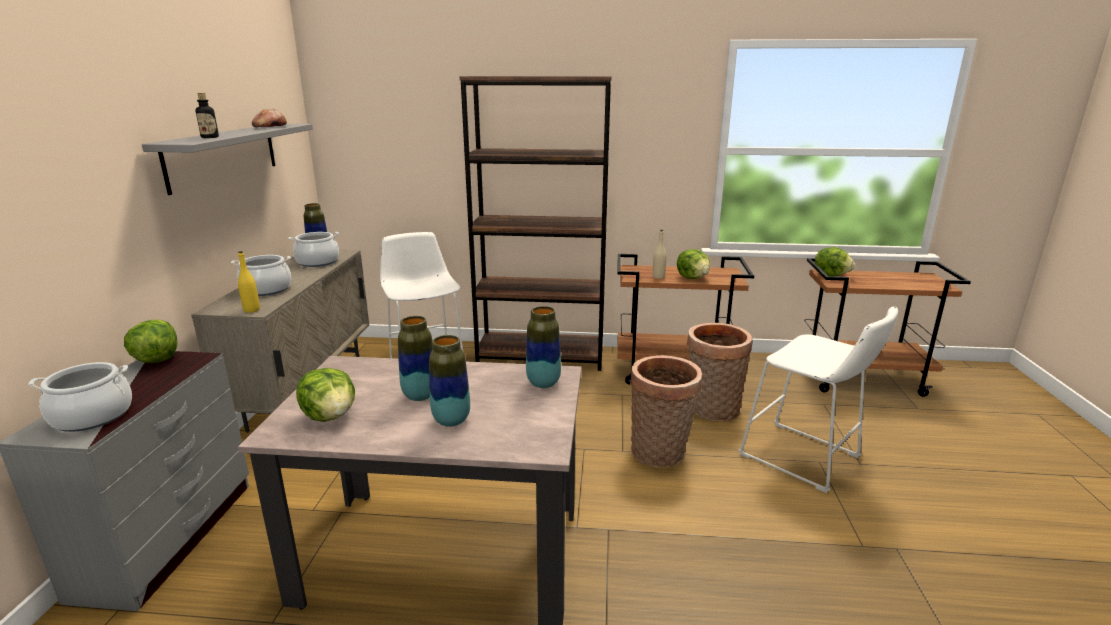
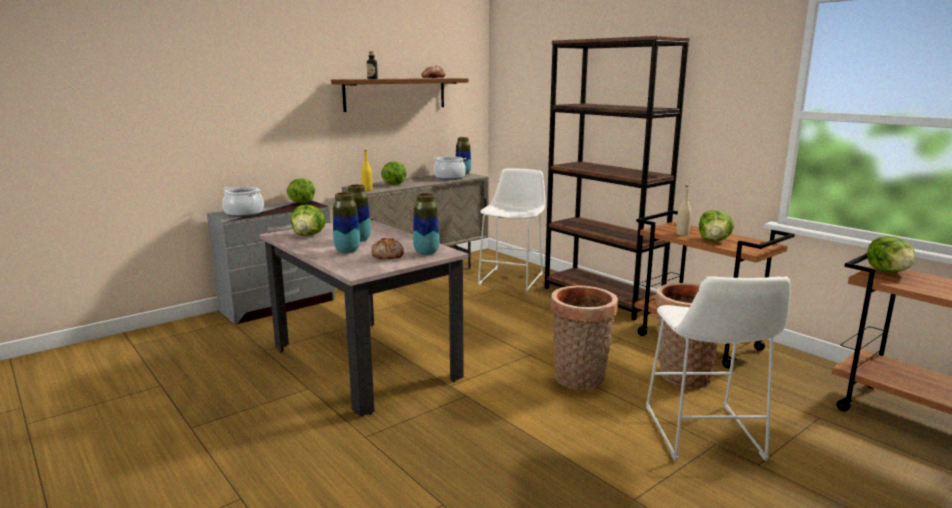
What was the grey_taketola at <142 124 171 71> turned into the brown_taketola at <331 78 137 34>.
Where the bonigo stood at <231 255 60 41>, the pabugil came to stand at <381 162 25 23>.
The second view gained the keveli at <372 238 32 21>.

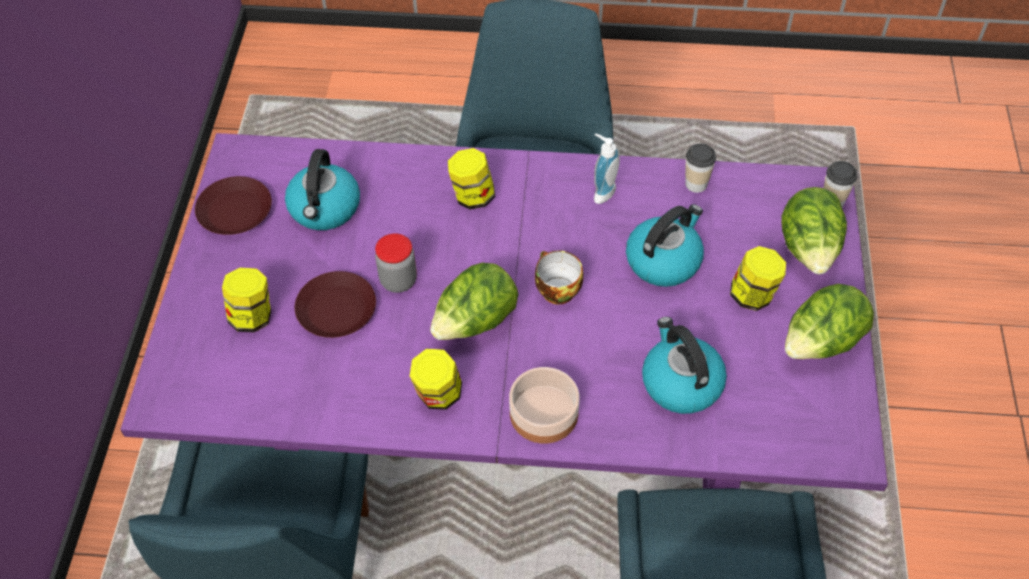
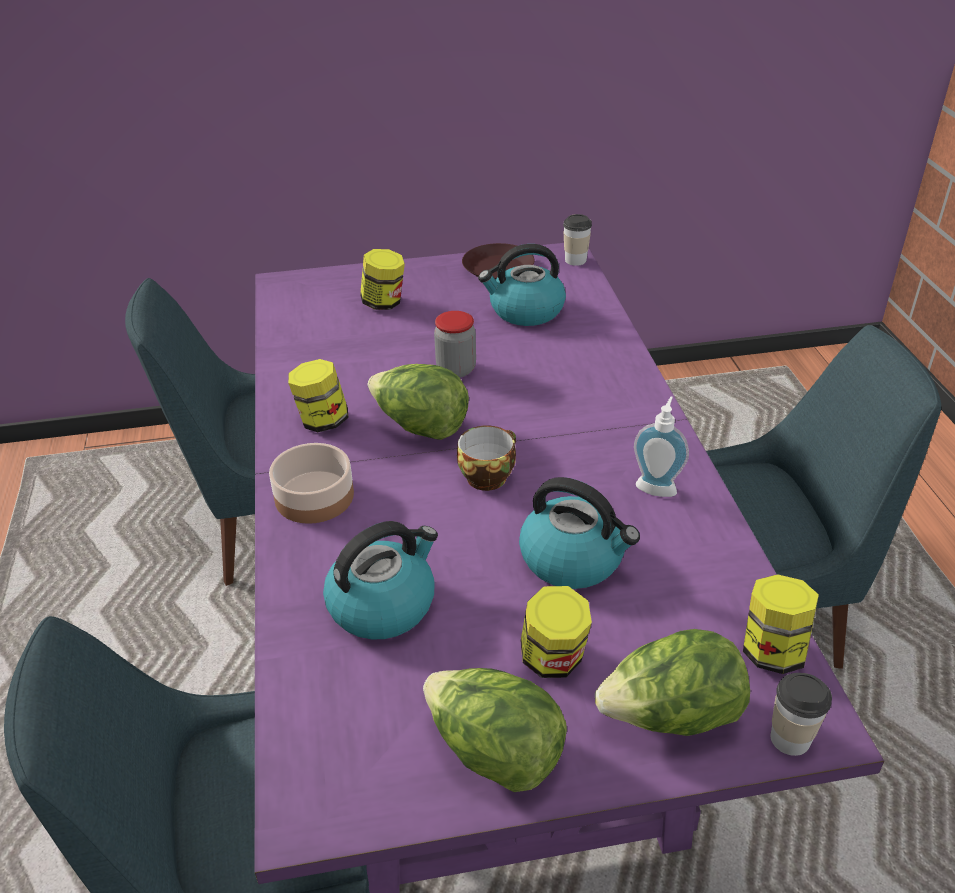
The second view lost the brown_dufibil at <295 271 81 67>.
The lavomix ended up elsewhere, having gone from <448 148 47 62> to <743 574 76 100>.
The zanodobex ended up elsewhere, having gone from <685 143 31 50> to <563 214 29 52>.

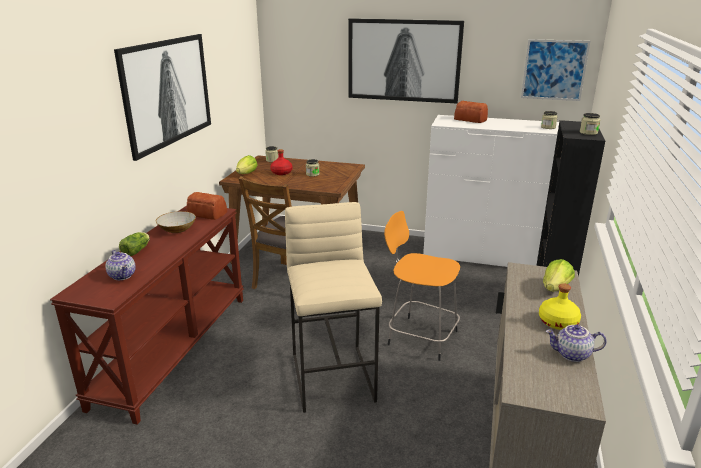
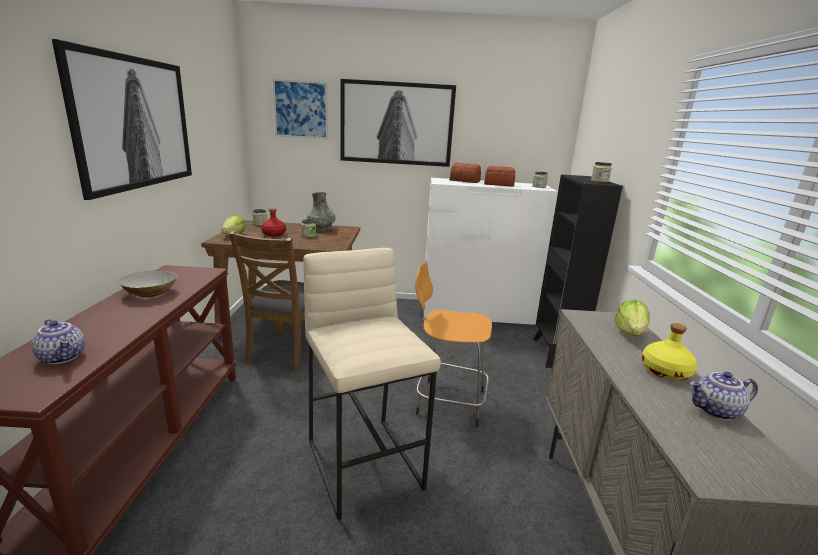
The second view lost the pabugil at <119 232 31 24>.
The keveli ended up elsewhere, having gone from <187 192 40 28> to <484 166 31 21>.
The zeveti ended up elsewhere, having gone from <521 39 69 62> to <273 79 55 60>.
The second view gained the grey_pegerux at <307 192 29 39>.

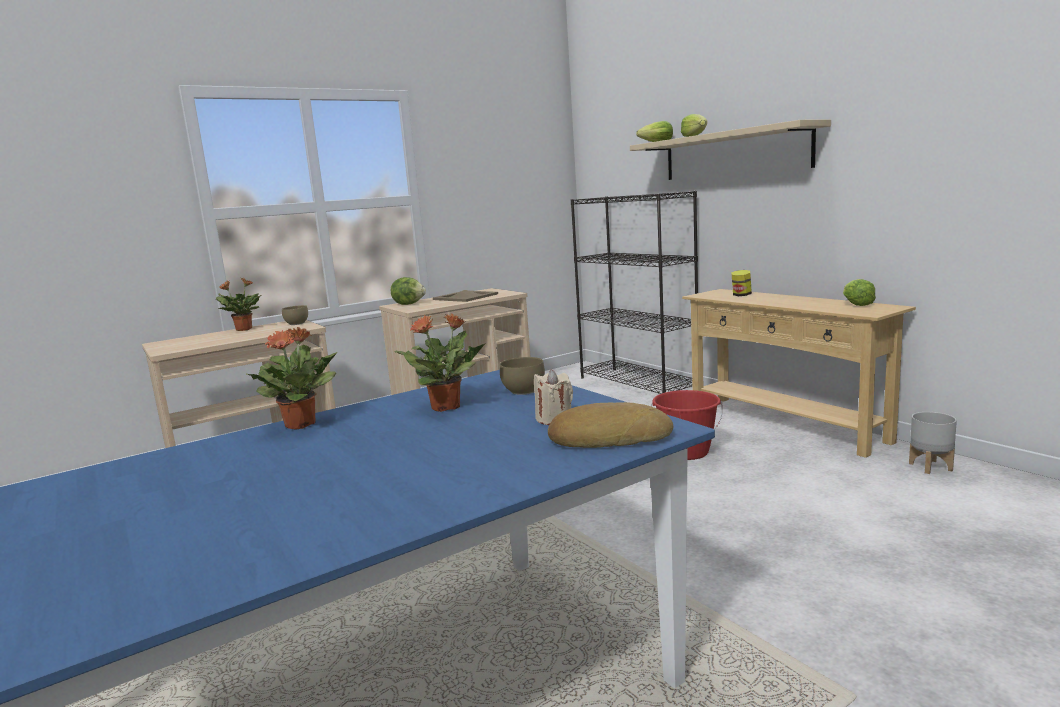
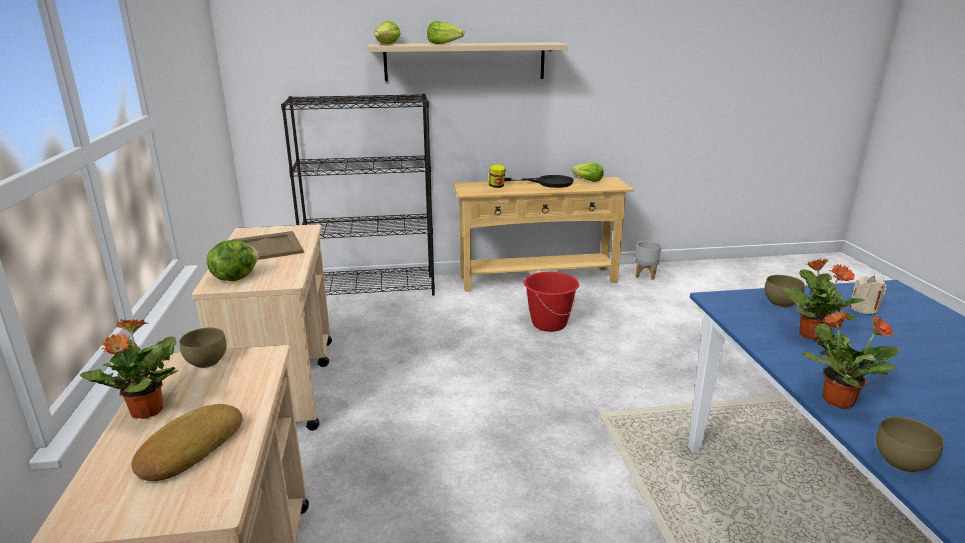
The keveli ended up elsewhere, having gone from <548 402 126 46> to <131 404 112 77>.
The second view gained the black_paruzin at <504 175 70 13>.
The second view gained the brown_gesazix at <876 417 68 56>.

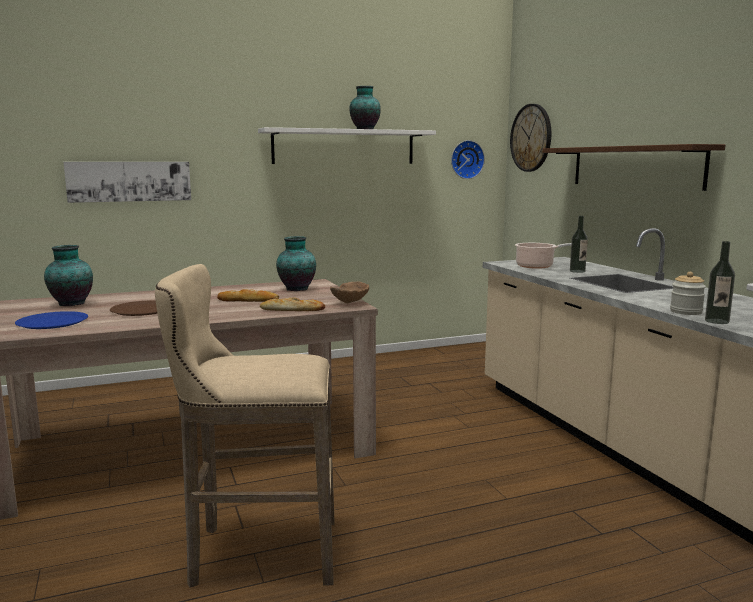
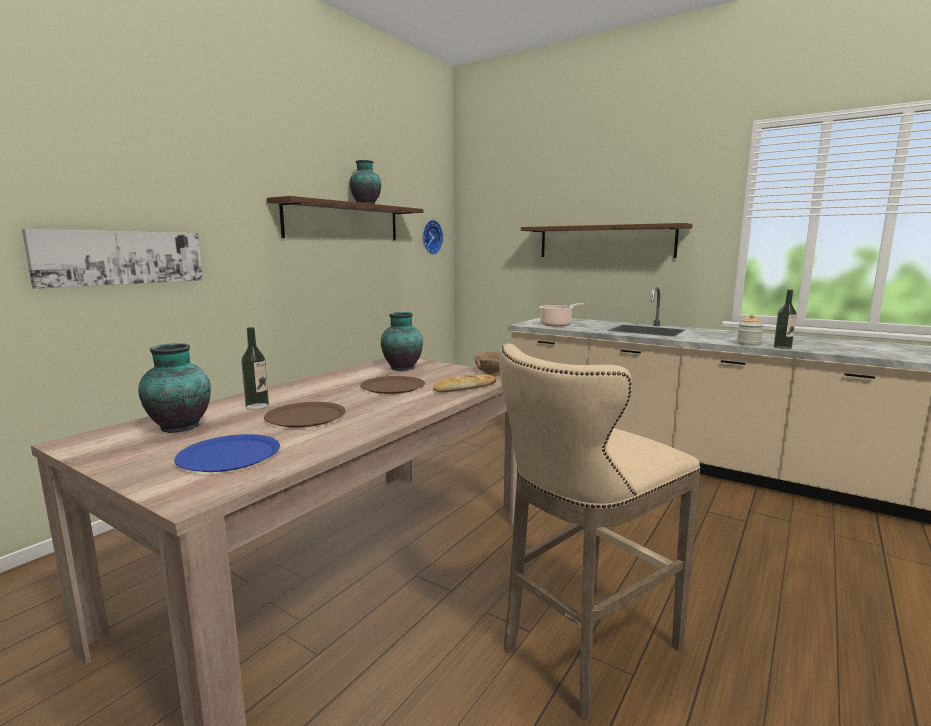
Where the keveli stood at <217 289 62 13>, the brown_dufibil came to stand at <360 376 65 18>.
What was the white_taketola at <258 127 178 37> turned into the brown_taketola at <267 196 156 44>.
The second view lost the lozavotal at <510 104 41 68>.
The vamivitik ended up elsewhere, having gone from <570 216 18 57> to <241 327 28 83>.

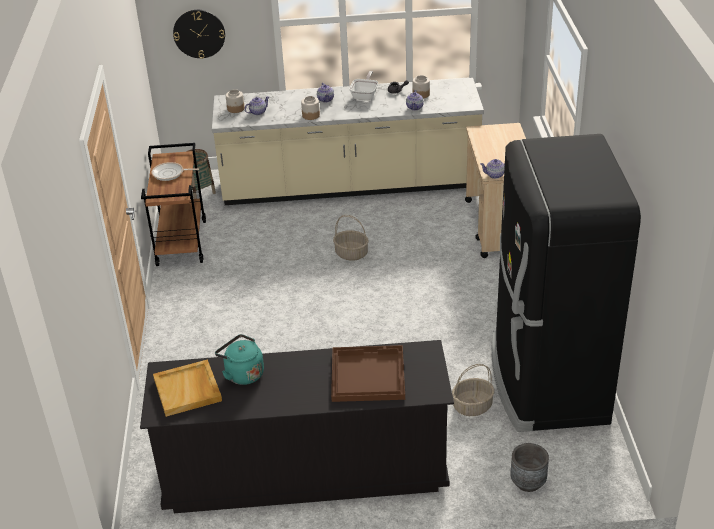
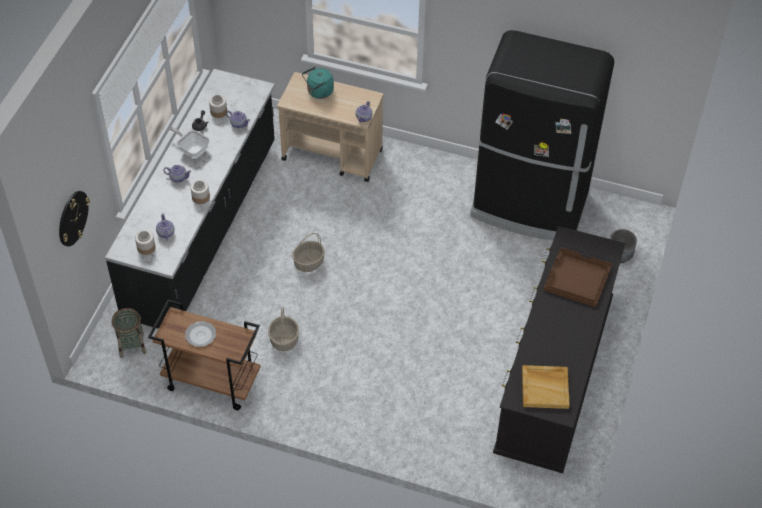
Where the paruzin stood at <151 162 48 19>, the dufibil came to stand at <185 321 31 26>.
What was the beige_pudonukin at <212 78 272 127> turned into the black_pudonukin at <105 69 170 260>.
The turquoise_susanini ended up elsewhere, having gone from <215 334 49 51> to <302 67 32 32>.
The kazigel ended up elsewhere, having gone from <452 364 42 52> to <268 307 31 44>.

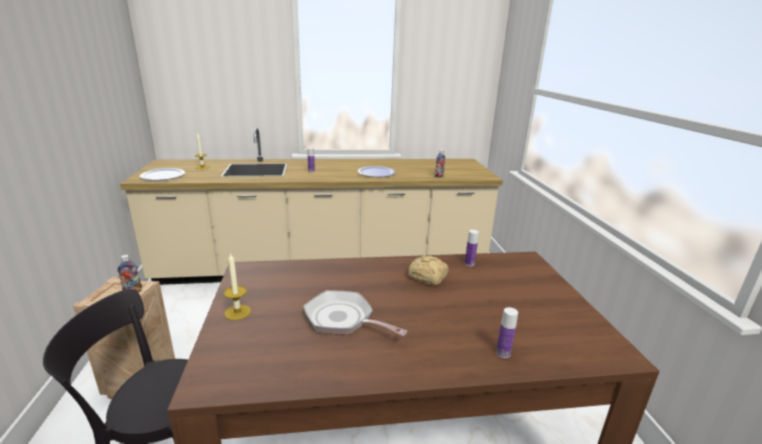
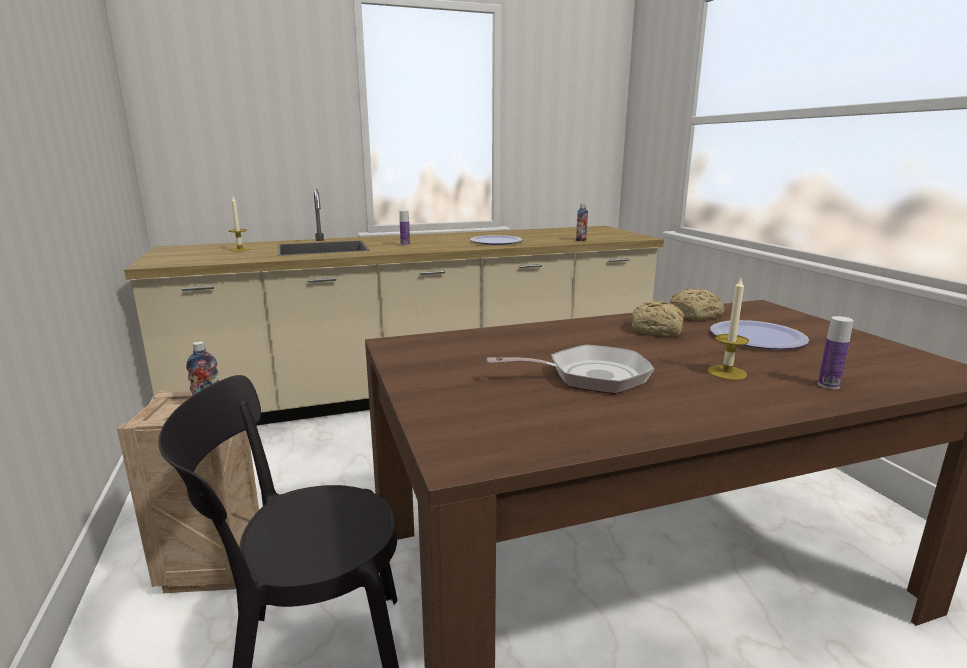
The dufibil ended up elsewhere, having gone from <140 168 45 12> to <710 320 99 29>.
The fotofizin ended up elsewhere, having gone from <224 252 27 68> to <708 278 41 102>.
The paruzin at <303 290 105 46> ended up facing another way, 150 degrees clockwise from before.
Where the vamivitik stood at <465 230 14 36>, the keveli came to stand at <669 288 56 33>.

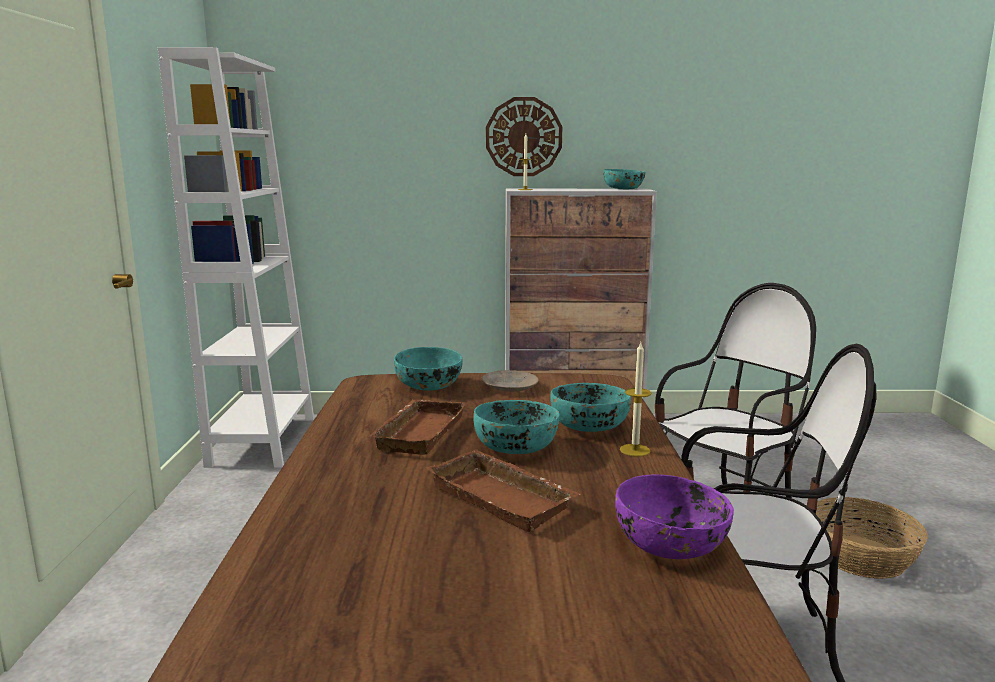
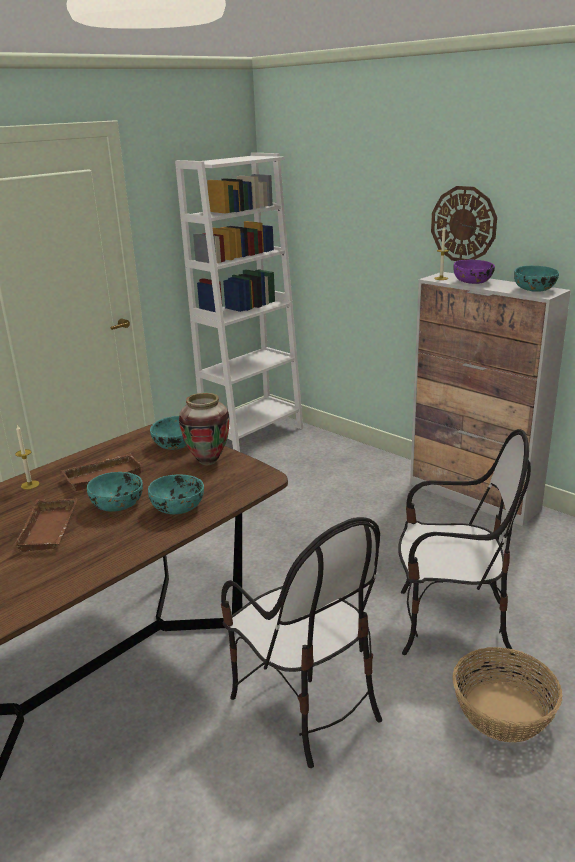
Where the beige_dufibil stood at <482 370 57 22>, the pegerux came to stand at <179 393 51 72>.
The purple_gesazix ended up elsewhere, having gone from <615 474 119 85> to <453 260 42 24>.
The fotofizin ended up elsewhere, having gone from <620 343 31 114> to <15 425 24 65>.

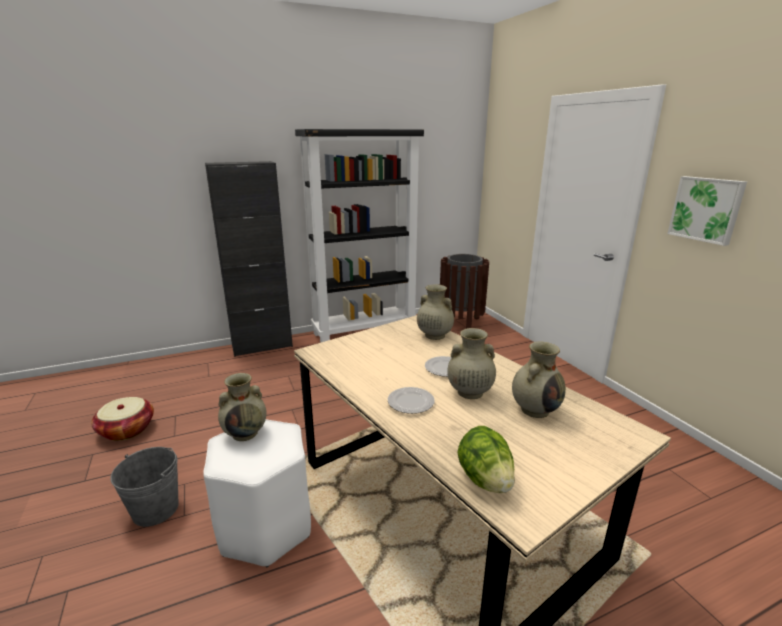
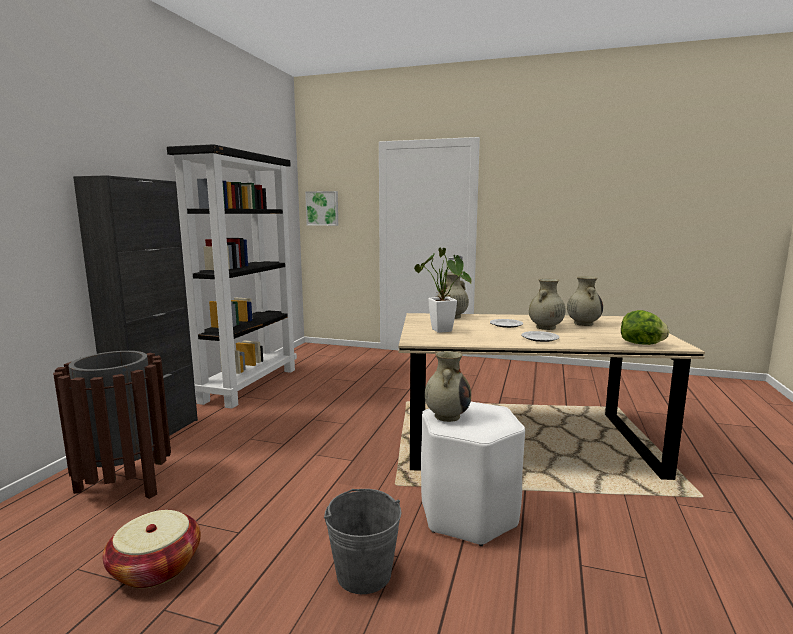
The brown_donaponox ended up elsewhere, having gone from <440 254 49 75> to <53 351 118 148>.
The zeveti ended up elsewhere, having gone from <667 176 80 70> to <305 191 33 35>.
The second view gained the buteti at <414 248 58 85>.

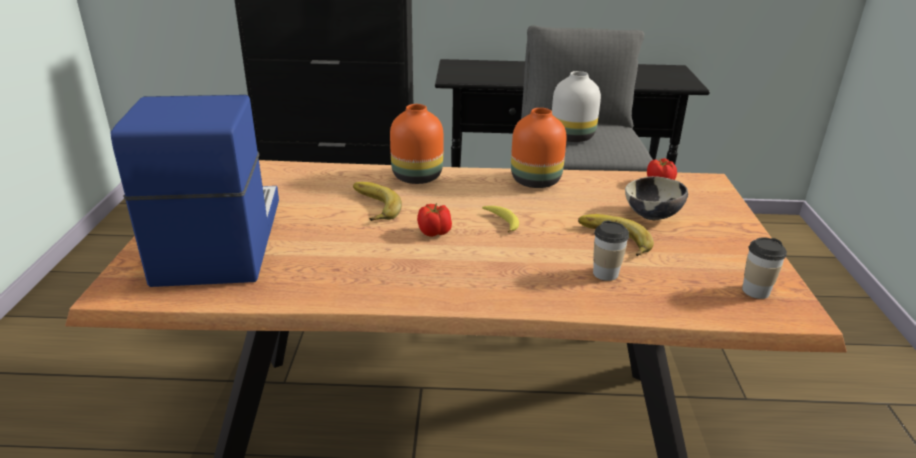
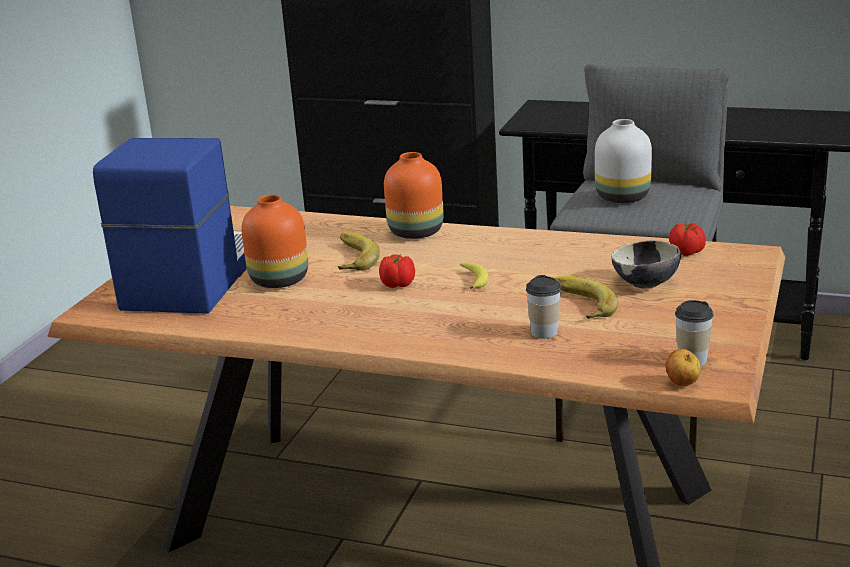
The orange_pegerux ended up elsewhere, having gone from <511 108 56 80> to <241 195 67 93>.
The second view gained the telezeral at <666 349 35 37>.

